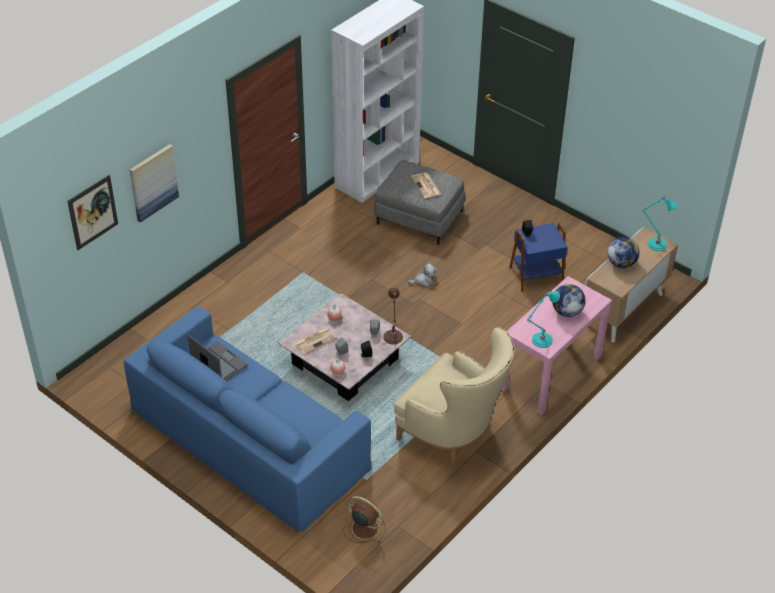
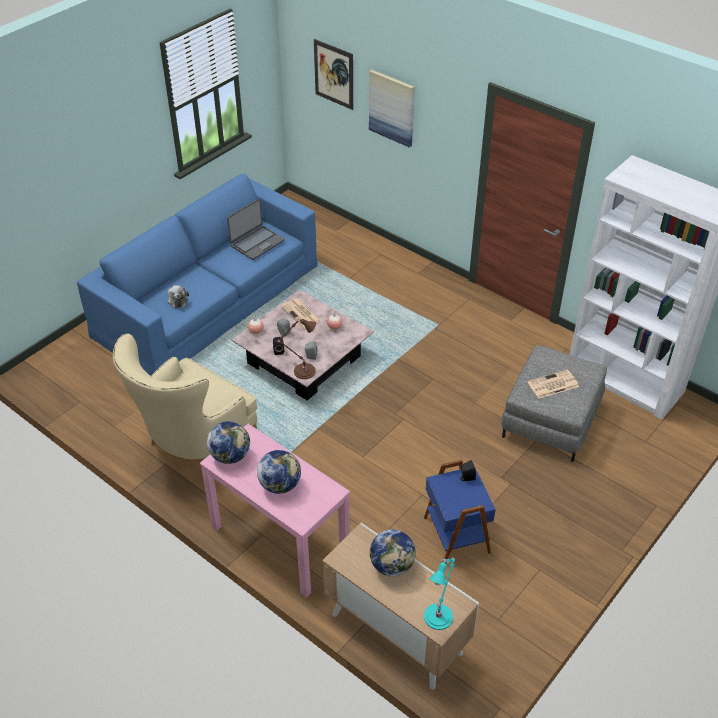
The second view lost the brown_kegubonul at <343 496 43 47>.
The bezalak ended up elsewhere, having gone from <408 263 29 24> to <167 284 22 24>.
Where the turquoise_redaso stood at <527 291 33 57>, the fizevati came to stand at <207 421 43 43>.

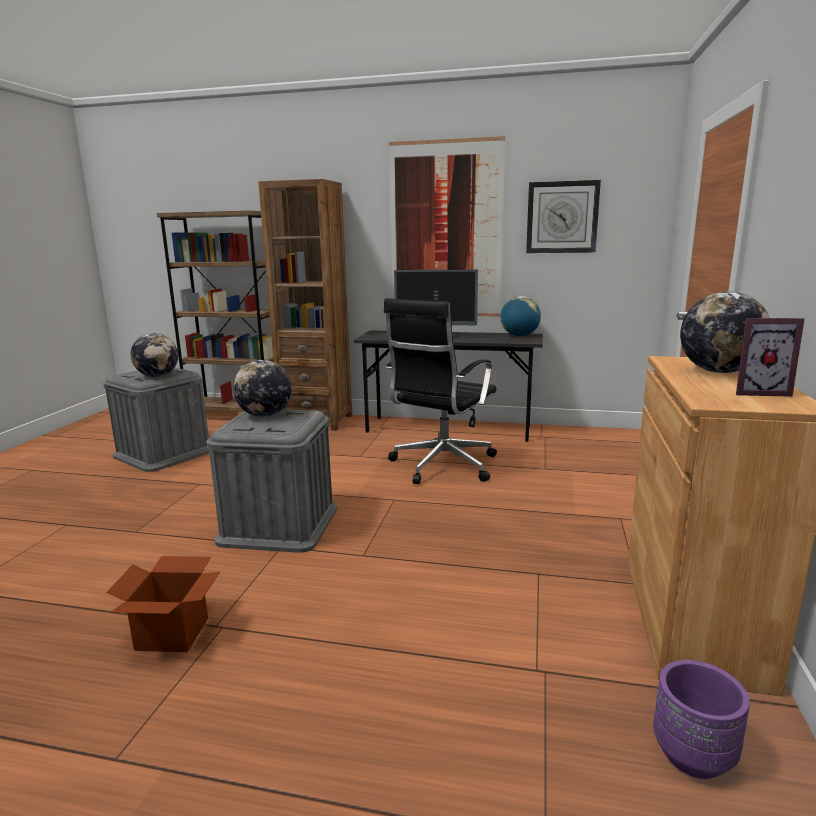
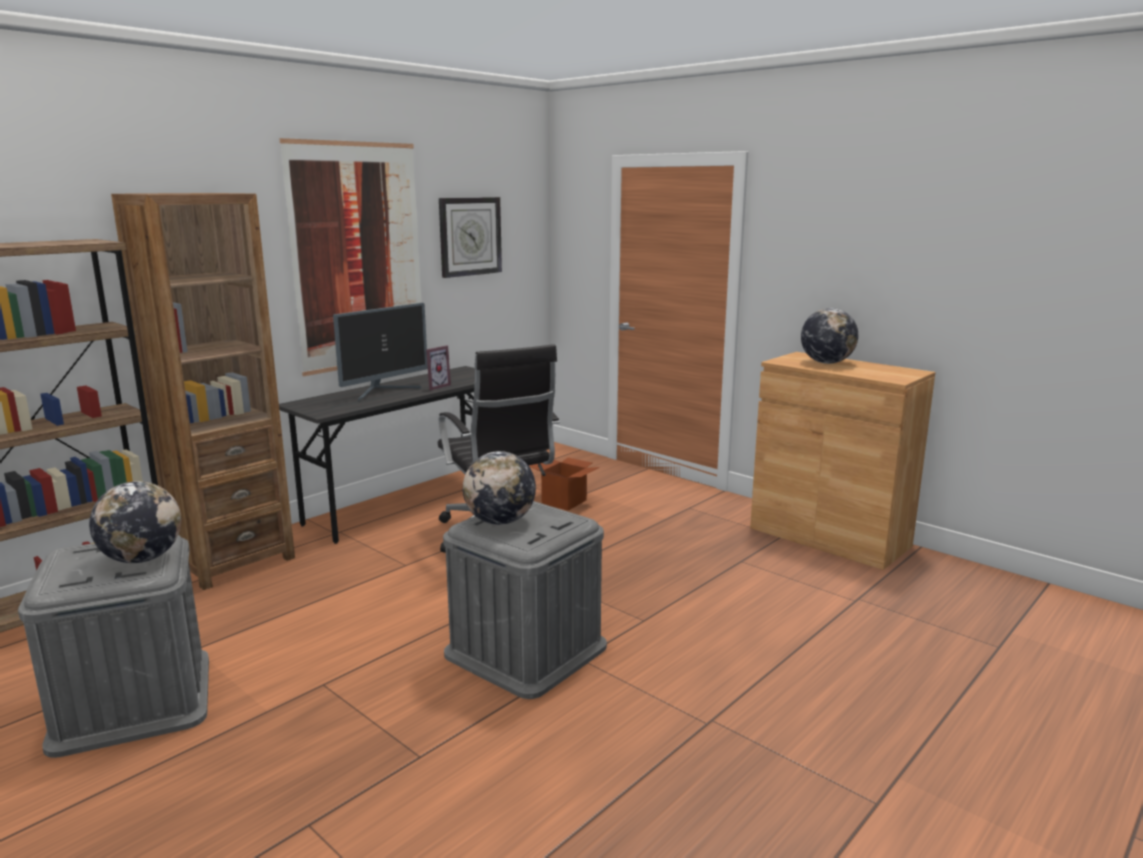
The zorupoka ended up elsewhere, having gone from <107 556 113 96> to <529 458 71 53>.
The second view lost the fizevati at <500 296 41 40>.
The second view lost the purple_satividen at <653 660 97 119>.
The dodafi ended up elsewhere, having gone from <736 318 69 79> to <426 345 25 46>.

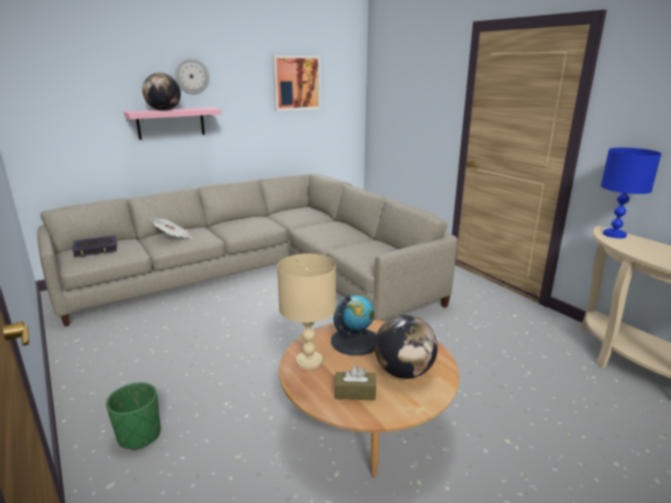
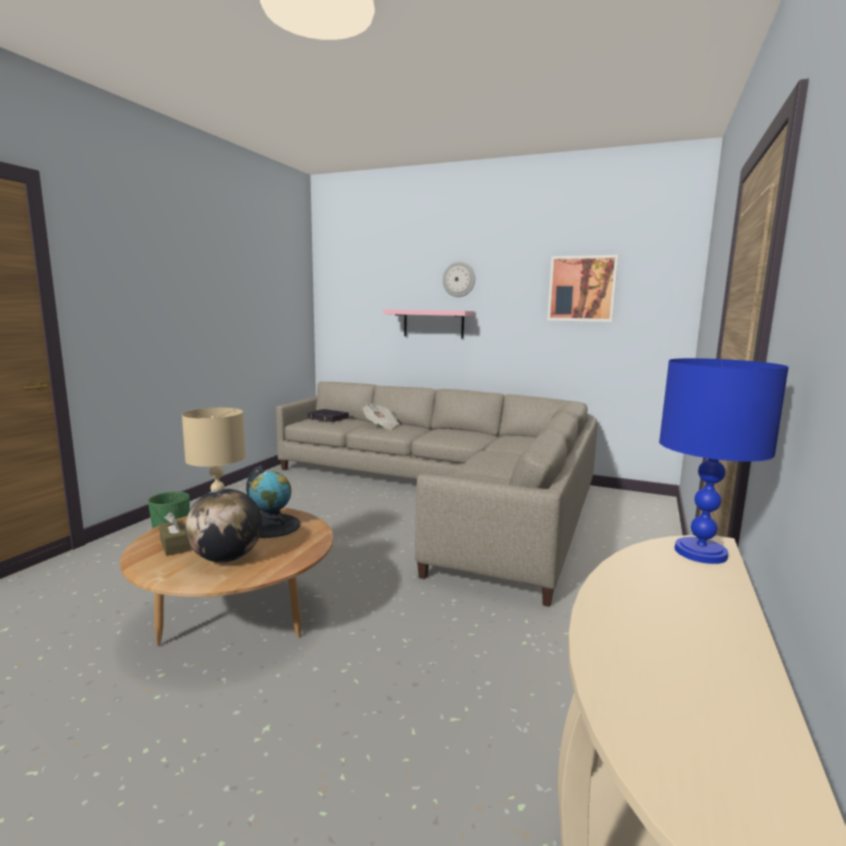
The second view lost the fizevati at <142 73 39 38>.

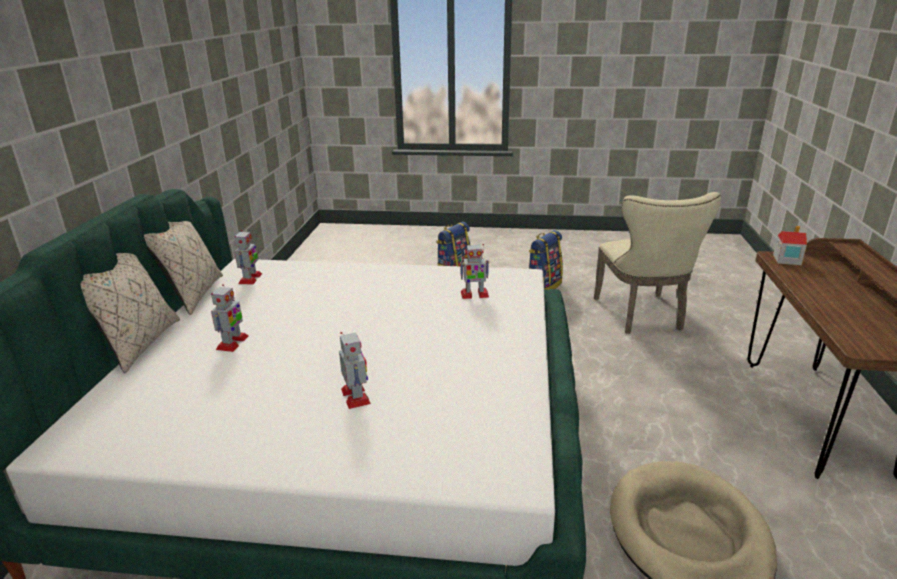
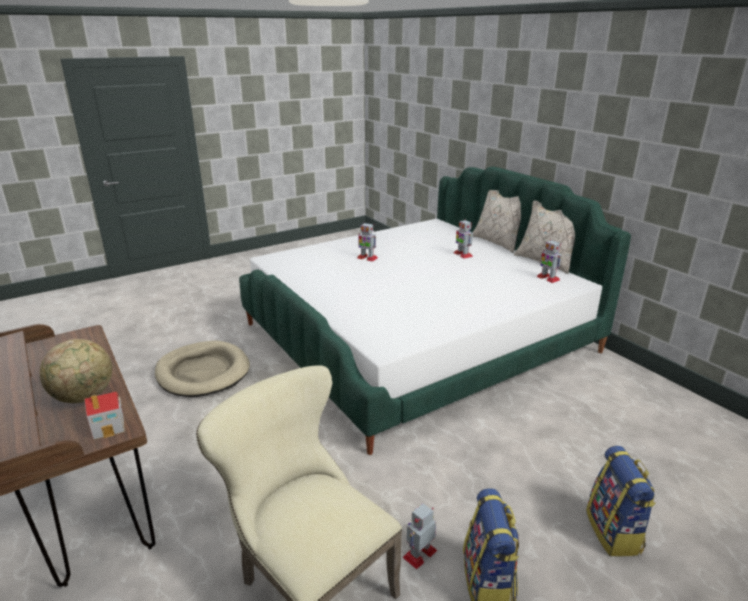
The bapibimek ended up elsewhere, having gone from <460 244 29 55> to <403 503 34 66>.
The second view gained the fizevati at <40 339 72 64>.

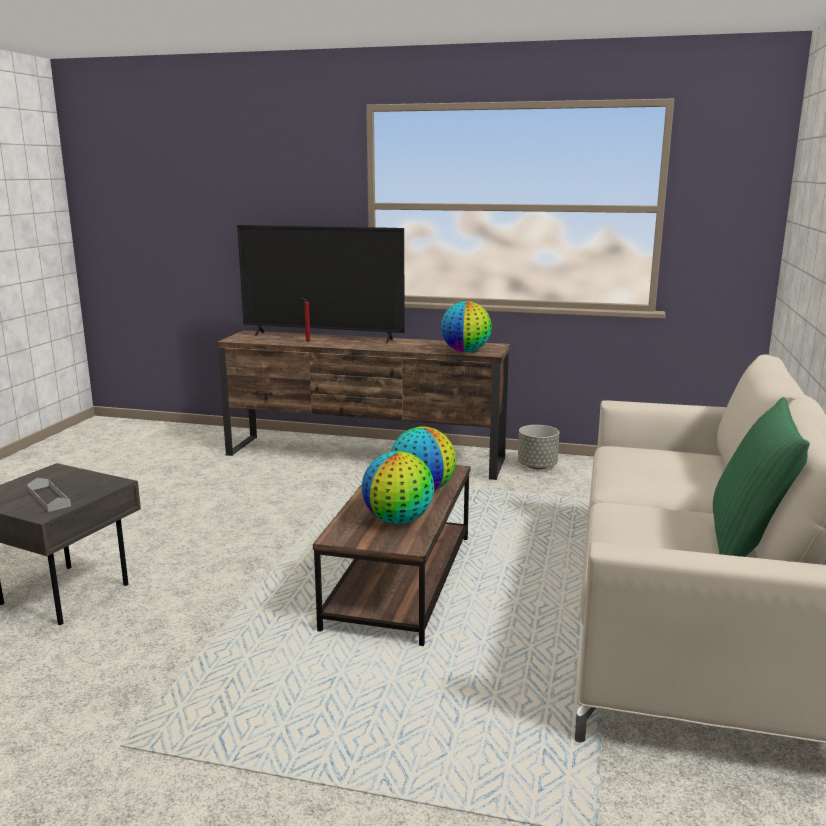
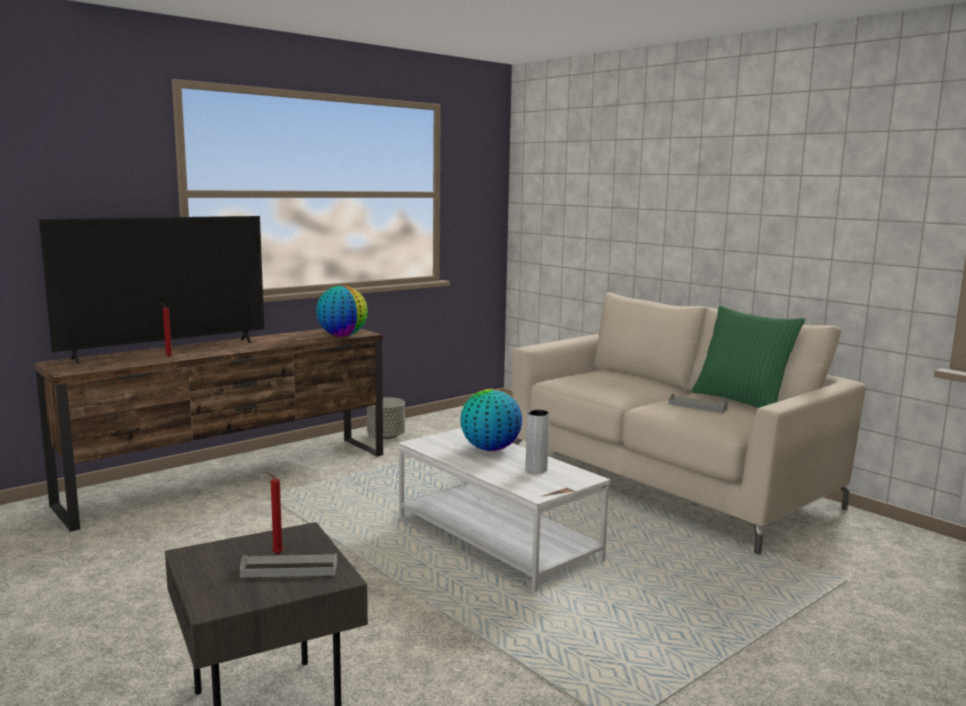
What was the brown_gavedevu at <313 465 158 181> turned into the white_gavedevu at <398 428 213 164>.
Where the fizevati stood at <362 451 72 73>, the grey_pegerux came to stand at <525 410 25 63>.
The second view gained the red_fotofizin at <266 472 17 82>.
The second view gained the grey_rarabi at <669 393 59 20>.

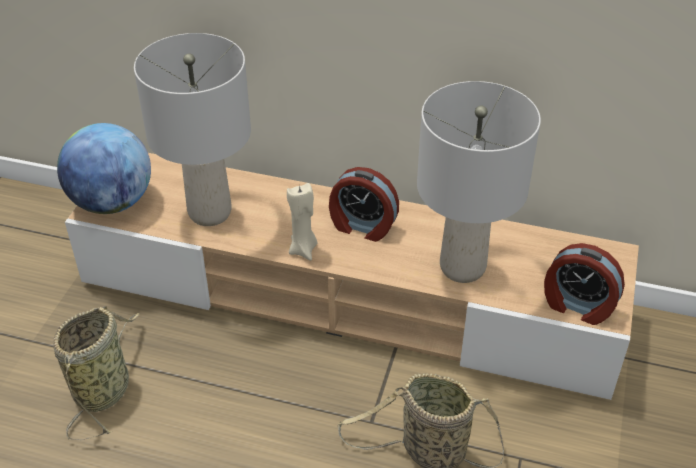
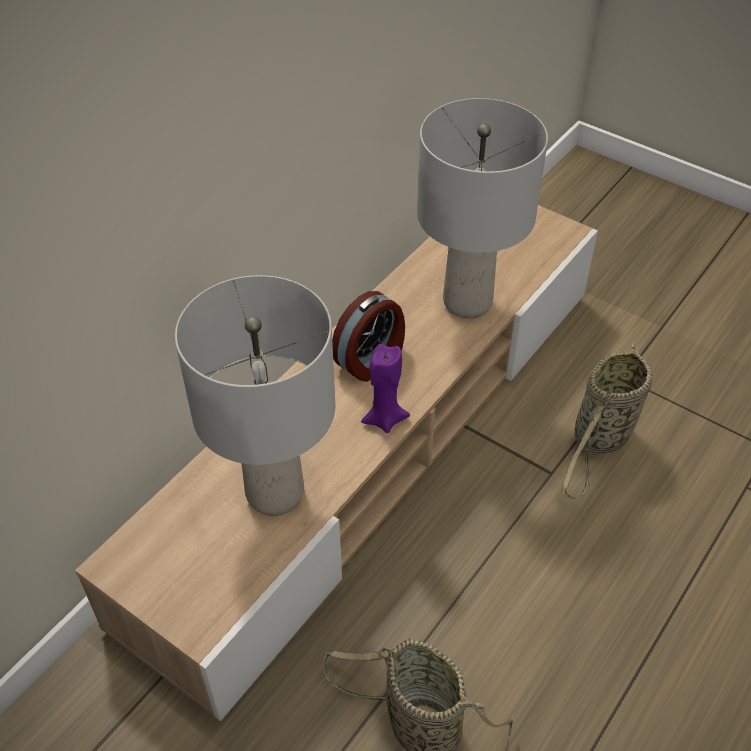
The second view lost the fizevati at <57 123 94 91>.
What was the beige_fotofizin at <287 183 31 78> turned into the purple_fotofizin at <361 344 49 89>.
The second view lost the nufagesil at <544 243 81 82>.

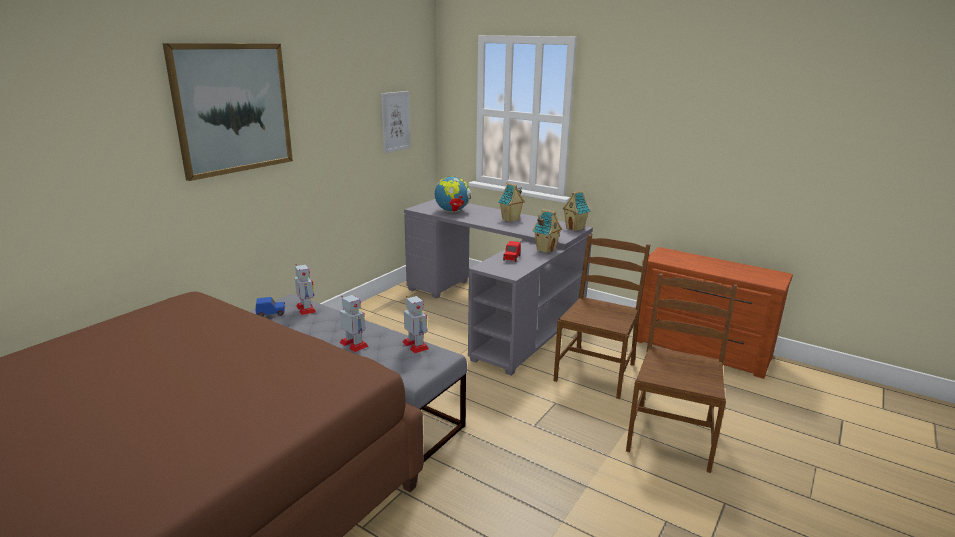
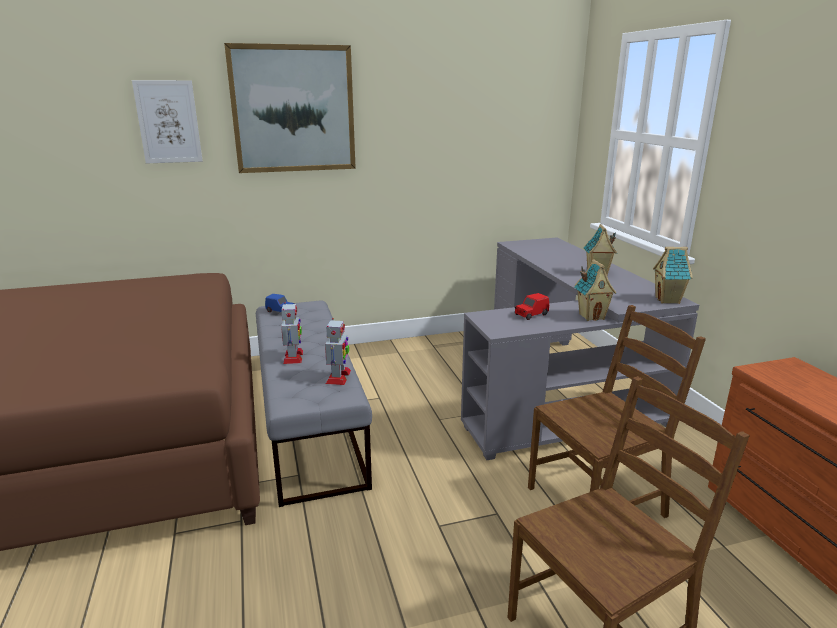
The second view lost the bapibimek at <295 264 21 51>.
The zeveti ended up elsewhere, having gone from <381 91 30 62> to <132 80 71 84>.
The second view lost the fizevati at <435 176 36 37>.

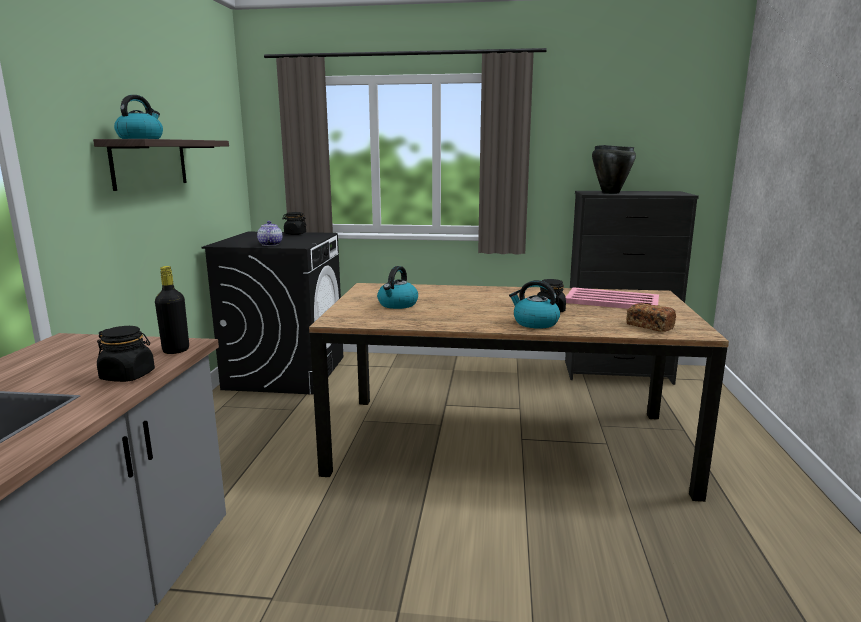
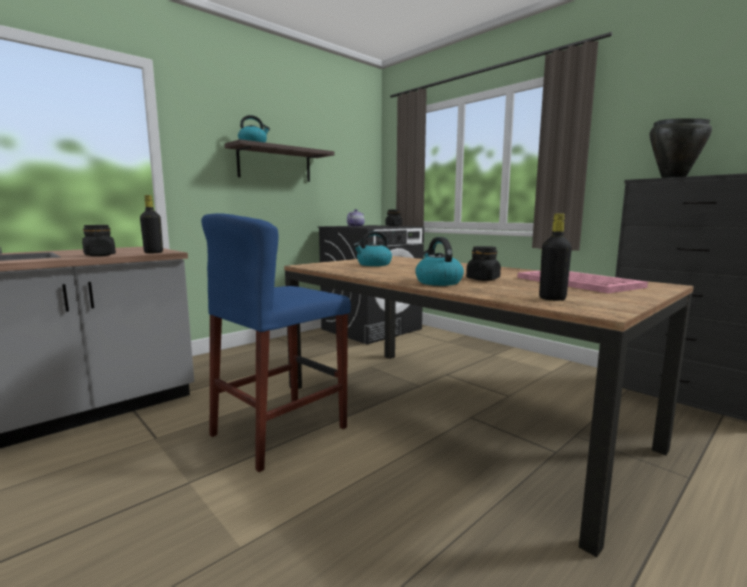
Where the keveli stood at <627 303 49 29>, the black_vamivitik came to stand at <539 213 33 88>.
The second view gained the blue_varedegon at <201 213 150 259>.

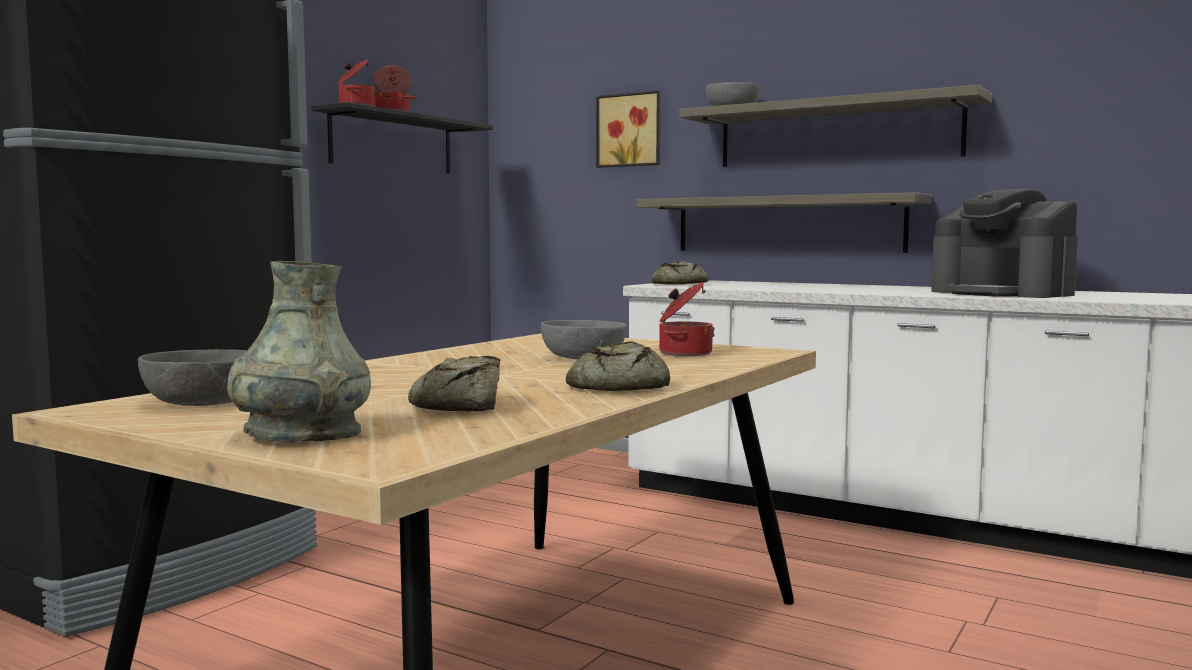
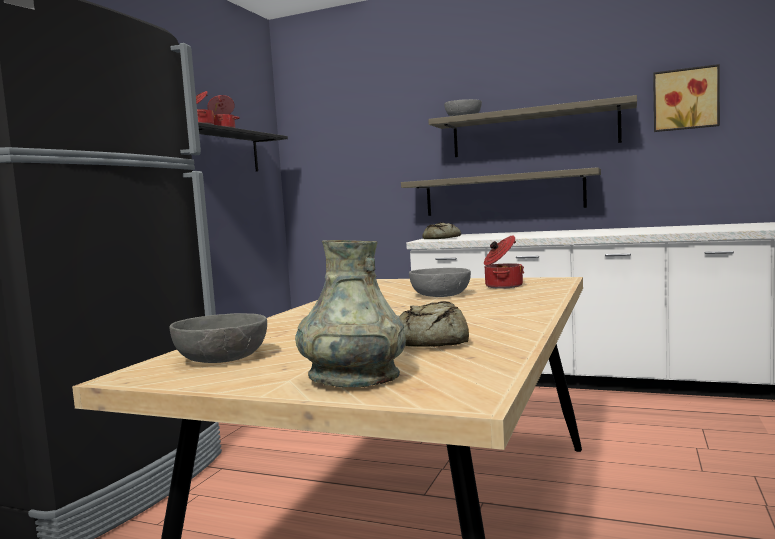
The second view lost the keveli at <566 342 104 49>.
The zeveti ended up elsewhere, having gone from <596 91 64 77> to <653 64 67 68>.
The second view lost the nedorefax at <931 189 147 109>.

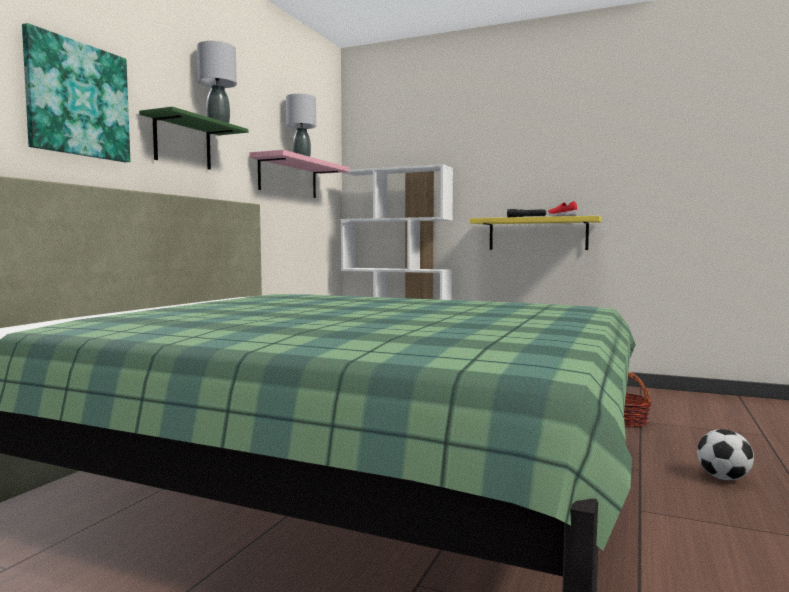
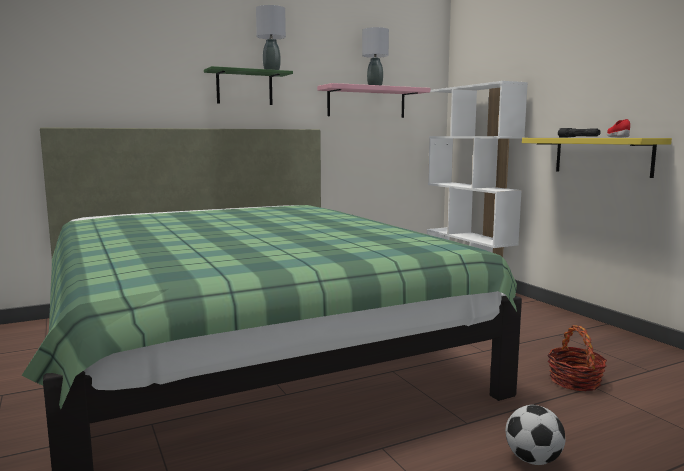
The second view lost the zeveti at <22 23 108 139>.

